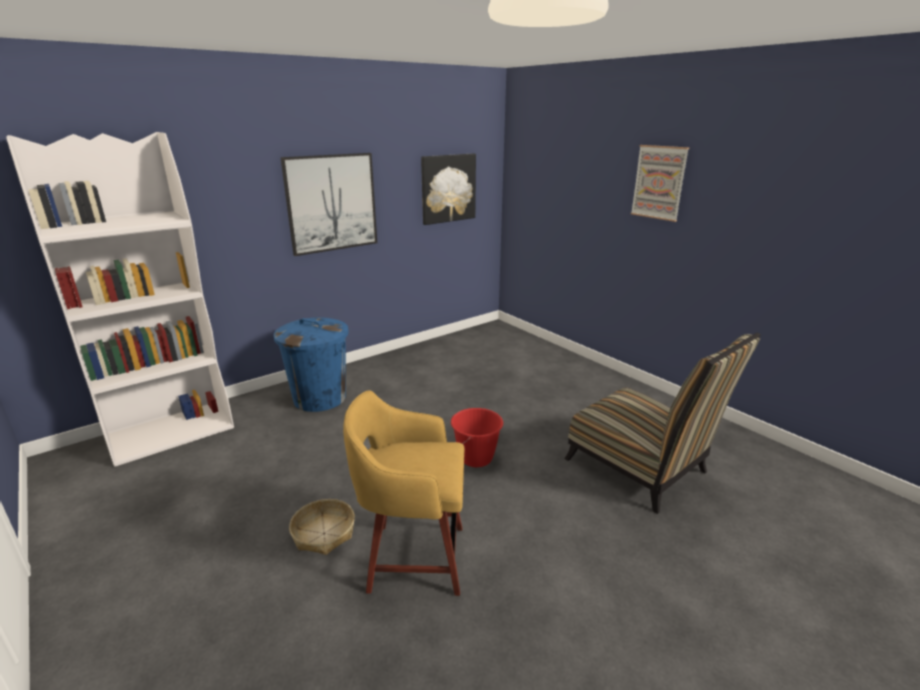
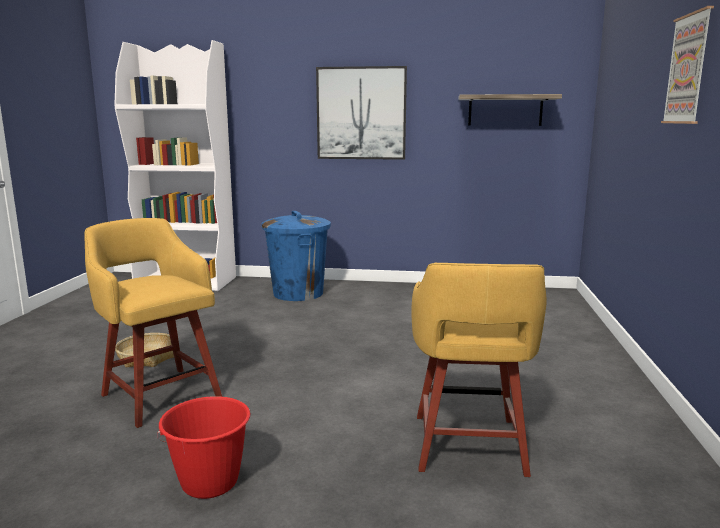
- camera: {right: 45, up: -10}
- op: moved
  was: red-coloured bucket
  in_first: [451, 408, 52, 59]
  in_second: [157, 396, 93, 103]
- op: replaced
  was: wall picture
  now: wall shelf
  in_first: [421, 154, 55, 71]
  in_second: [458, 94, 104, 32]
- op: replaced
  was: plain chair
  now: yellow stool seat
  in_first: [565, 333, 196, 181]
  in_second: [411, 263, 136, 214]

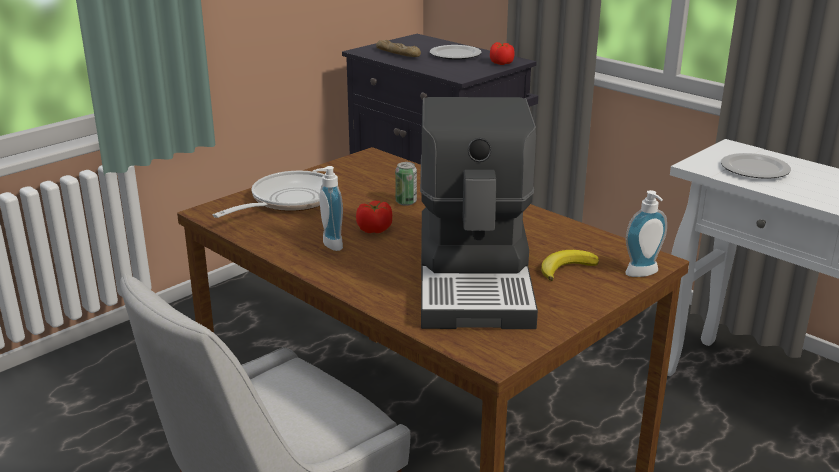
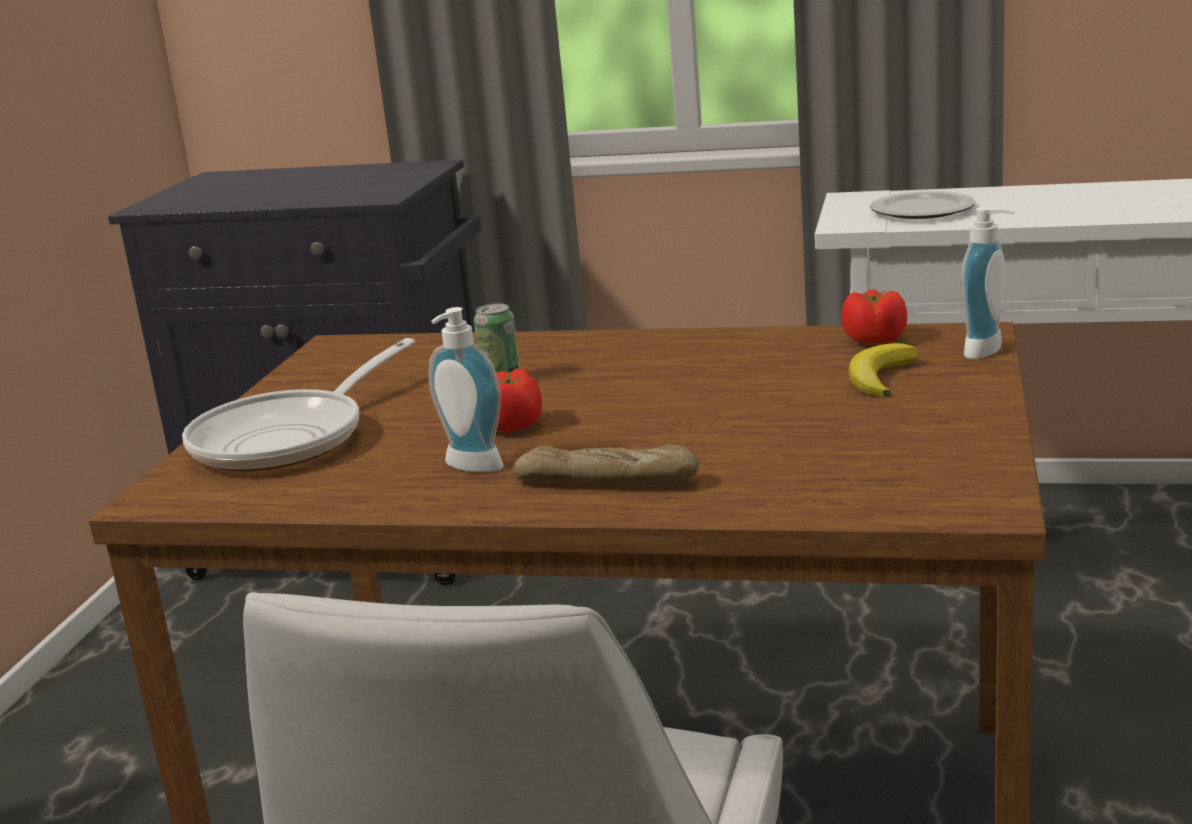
- camera: {right: -30, up: -5}
- op: removed
  was: coffee brewer
  in_first: [420, 97, 118, 232]
- op: removed
  was: plate
  in_first: [430, 45, 52, 15]
- op: moved
  was: baked bread
  in_first: [376, 40, 45, 17]
  in_second: [513, 444, 186, 39]
- op: moved
  was: fresh tomato
  in_first: [490, 42, 25, 23]
  in_second: [842, 289, 65, 55]
- op: turned
  was: pan
  in_first: [213, 171, 111, 47]
  in_second: [182, 338, 233, 133]
  clockwise: -150

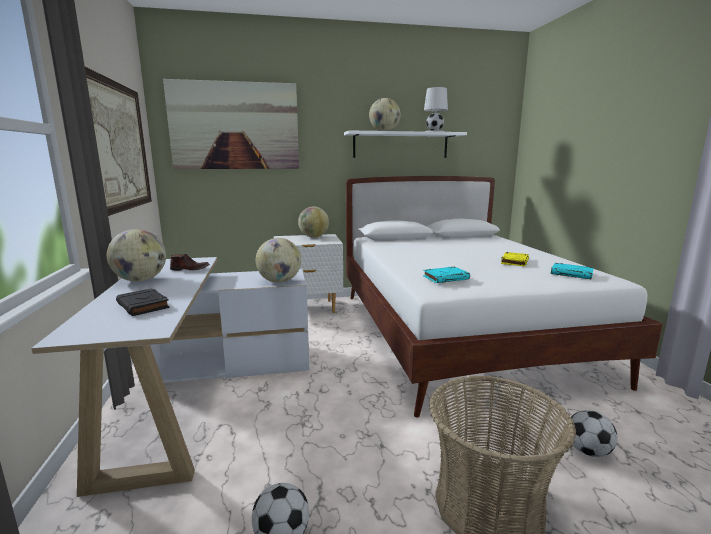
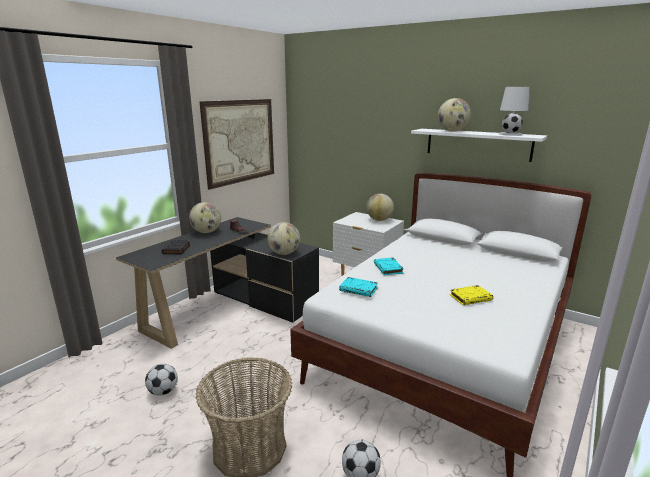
- camera: {right: 45, up: 5}
- op: removed
  was: wall picture
  in_first: [163, 79, 136, 90]
- op: moved
  was: turquoise-coloured volume
  in_first: [551, 263, 43, 16]
  in_second: [374, 258, 30, 17]
- op: recoloured
  was: whitish desk unit
  now: black desk unit
  in_first: [31, 257, 278, 240]
  in_second: [116, 217, 203, 132]

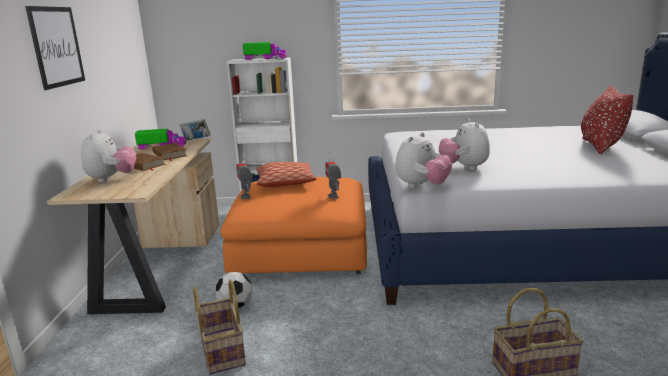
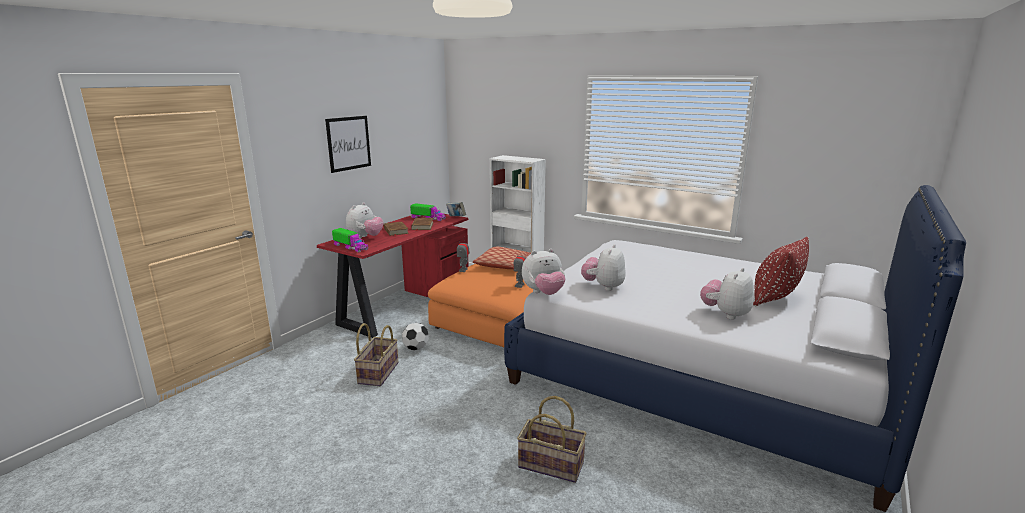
- camera: {right: 30, up: 0}
- op: added
  now: soft toy
  in_second: [700, 268, 54, 52]
- op: moved
  was: toy truck
  in_first: [243, 42, 45, 18]
  in_second: [332, 228, 36, 24]
- op: recoloured
  was: beige desk unit
  now: red-coloured desk unit
  in_first: [47, 138, 173, 176]
  in_second: [317, 214, 152, 124]

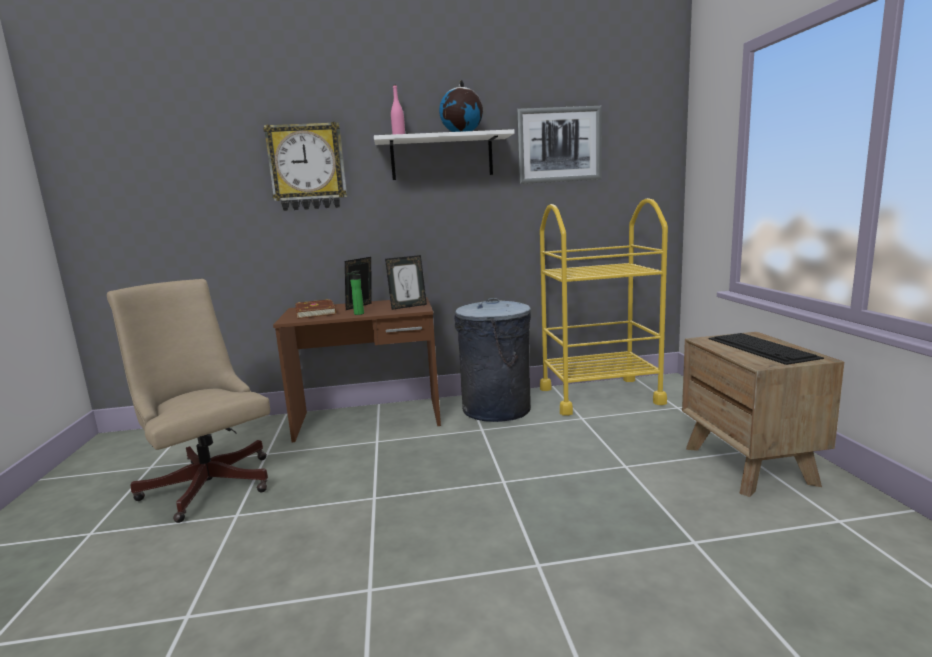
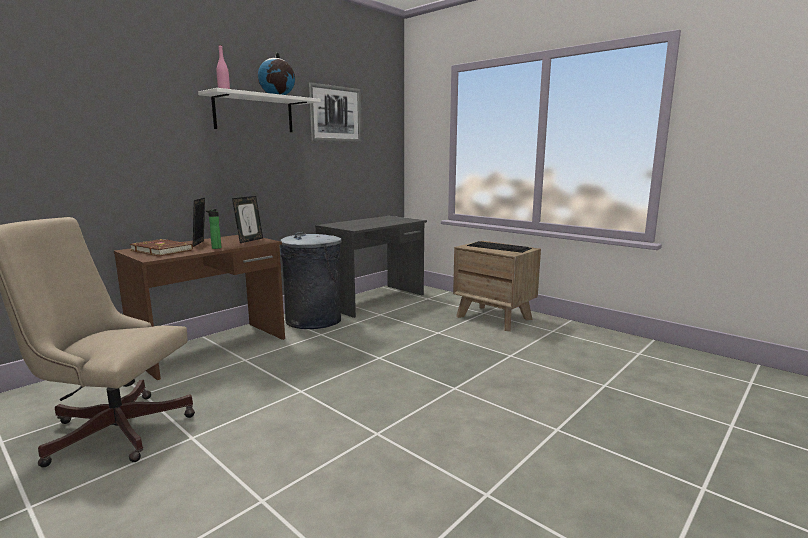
- camera: {right: -40, up: 0}
- op: removed
  was: hanging clock
  in_first: [263, 122, 84, 89]
- op: replaced
  was: yellow trolley
  now: gray desk unit
  in_first: [540, 198, 128, 218]
  in_second: [315, 216, 112, 102]

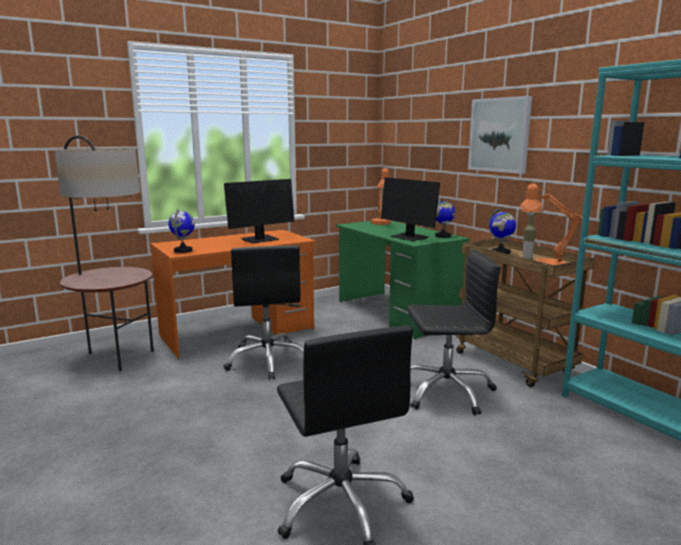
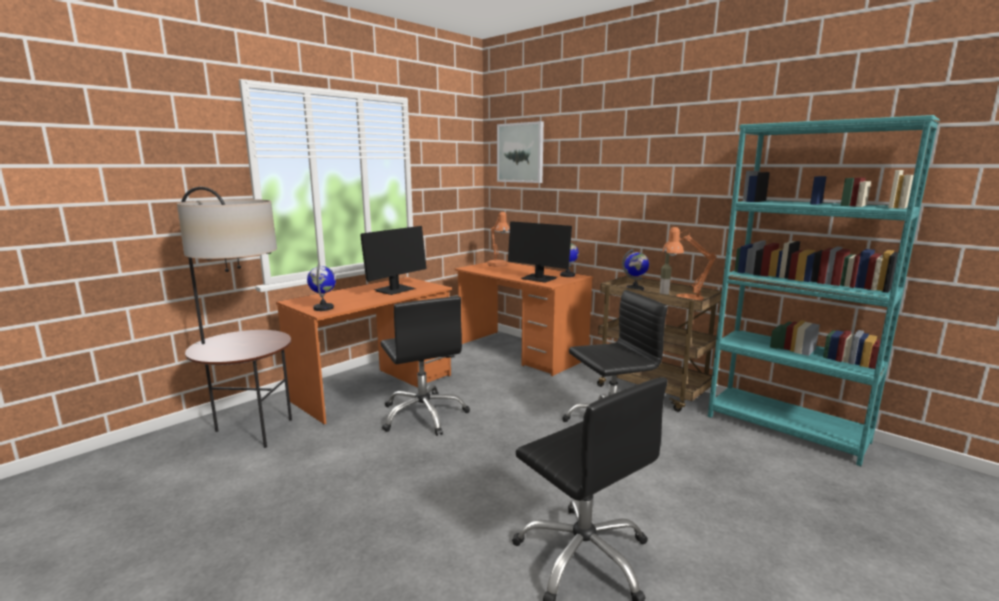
- camera: {right: -15, up: 0}
- op: moved
  was: wall picture
  in_first: [468, 96, 64, 78]
  in_second: [497, 121, 47, 62]
- op: recoloured
  was: greenish desk unit
  now: orange-coloured desk unit
  in_first: [336, 221, 134, 118]
  in_second: [455, 262, 138, 114]

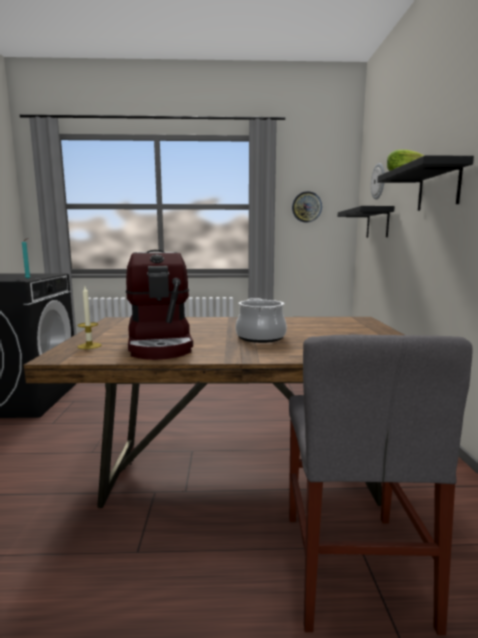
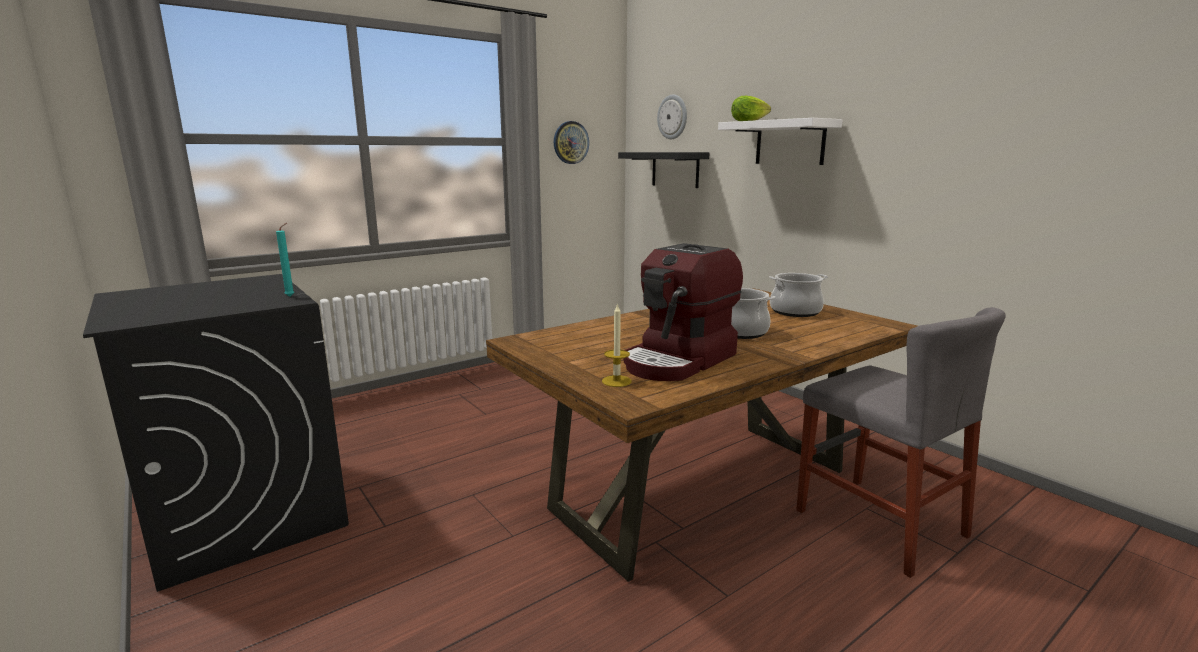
- camera: {right: -35, up: 5}
- op: added
  now: cooking pot
  in_second: [769, 273, 59, 44]
- op: recoloured
  was: black wall shelf
  now: whitish wall shelf
  in_first: [377, 155, 97, 56]
  in_second: [718, 118, 125, 47]
- op: turned
  was: coffee brewer
  in_first: [126, 250, 67, 110]
  in_second: [623, 243, 120, 138]
  clockwise: 90

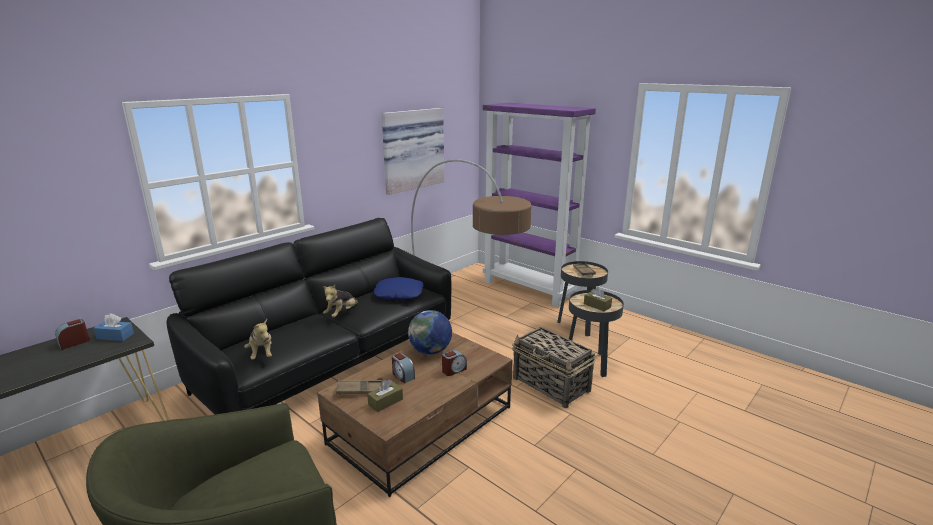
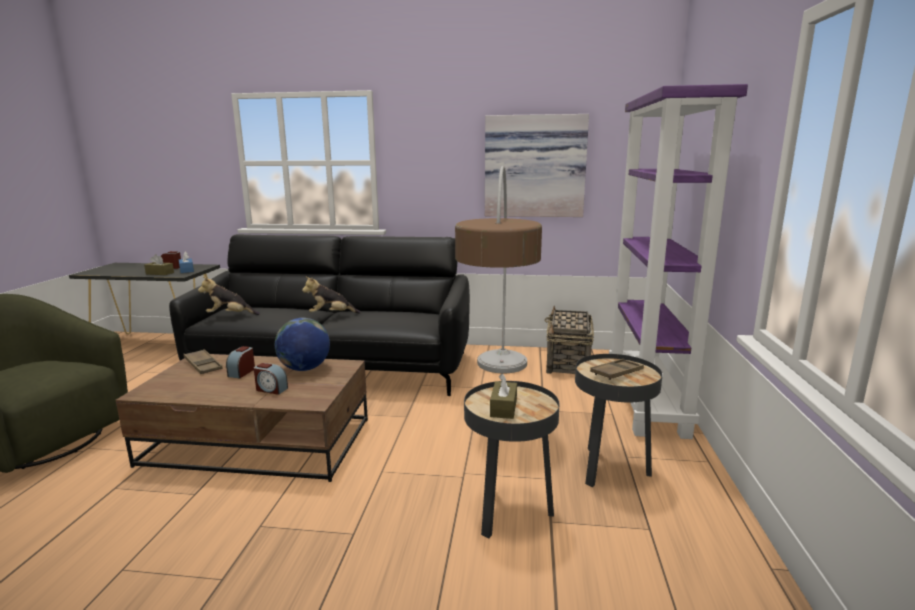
- camera: {right: 55, up: -5}
- op: removed
  was: bluish cushion
  in_first: [373, 277, 51, 23]
- op: moved
  was: brown box of tissues
  in_first: [367, 379, 36, 33]
  in_second: [144, 254, 30, 21]
- op: moved
  was: household basket
  in_first: [512, 327, 84, 81]
  in_second: [544, 306, 50, 68]
- op: turned
  was: soft toy
  in_first: [244, 319, 28, 40]
  in_second: [198, 276, 62, 39]
  clockwise: 60

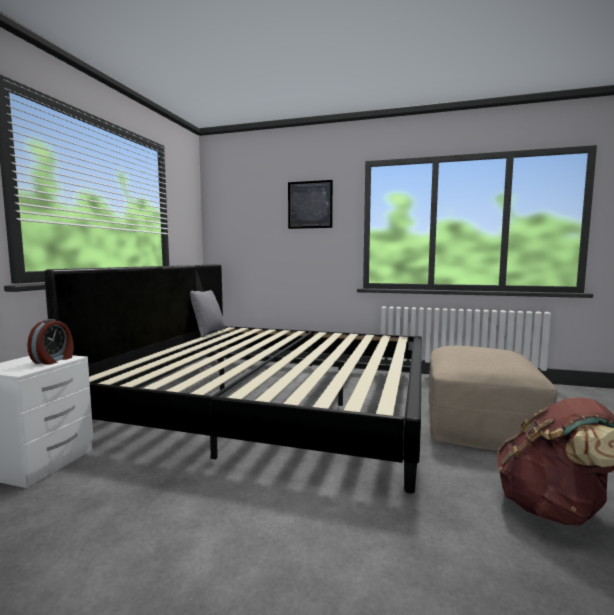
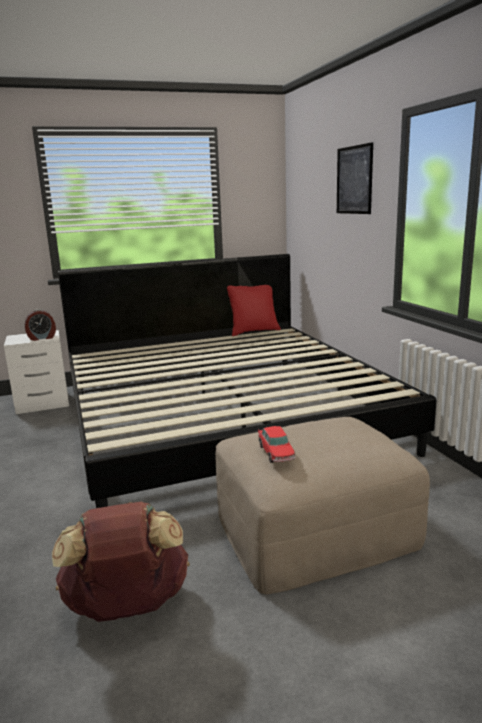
- camera: {right: 55, up: 10}
- op: added
  now: miniature car
  in_second: [258, 426, 37, 37]
- op: recoloured
  was: gray cushion
  now: red-coloured cushion
  in_first: [190, 290, 36, 48]
  in_second: [227, 285, 54, 51]

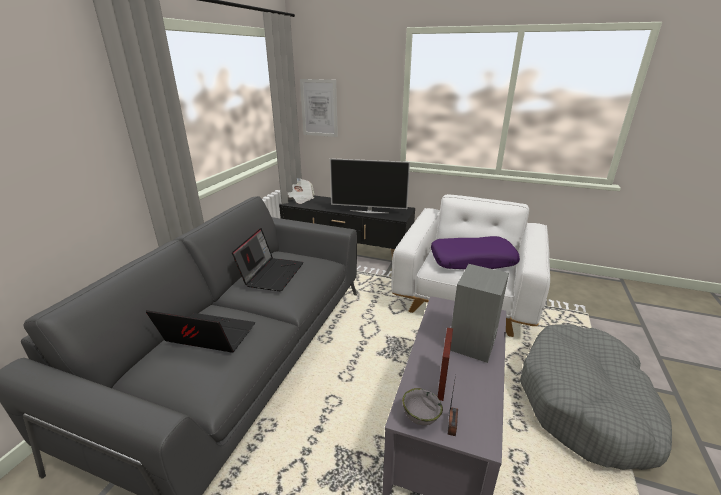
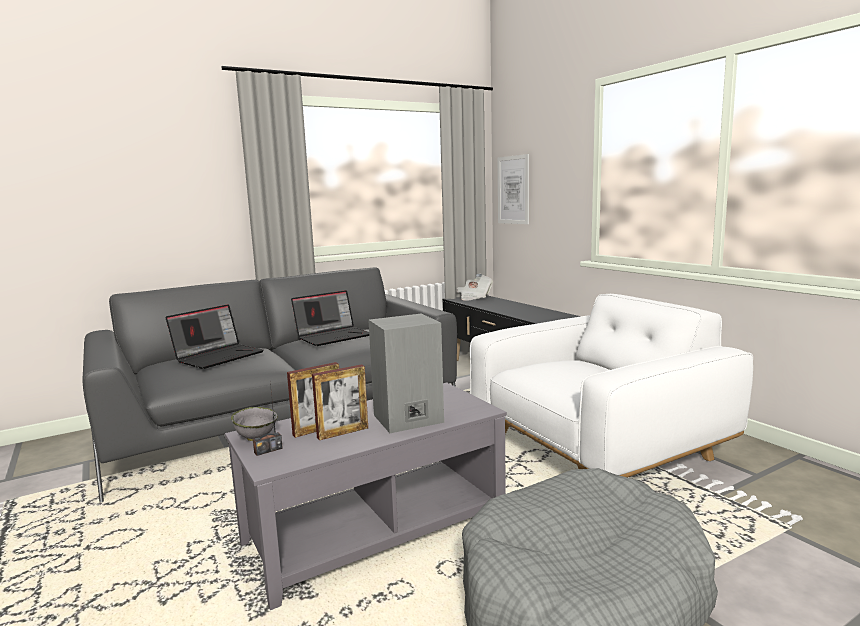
- camera: {right: 40, up: -15}
- op: removed
  was: TV set
  in_first: [330, 158, 80, 55]
- op: removed
  was: purple cushion
  in_first: [431, 236, 89, 33]
- op: added
  now: standing frame
  in_second: [312, 364, 56, 76]
- op: turned
  was: laptop
  in_first: [146, 310, 109, 43]
  in_second: [165, 304, 99, 65]
  clockwise: 75

